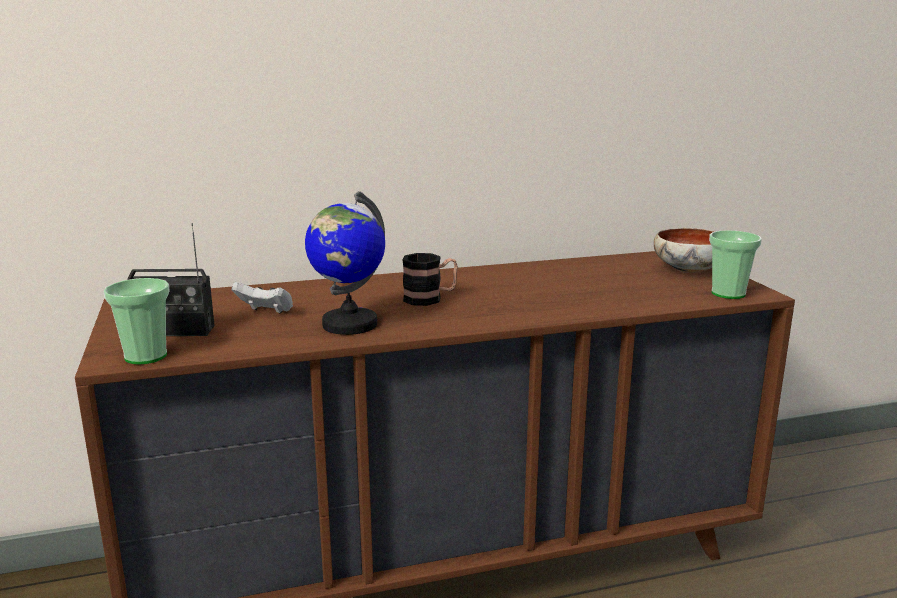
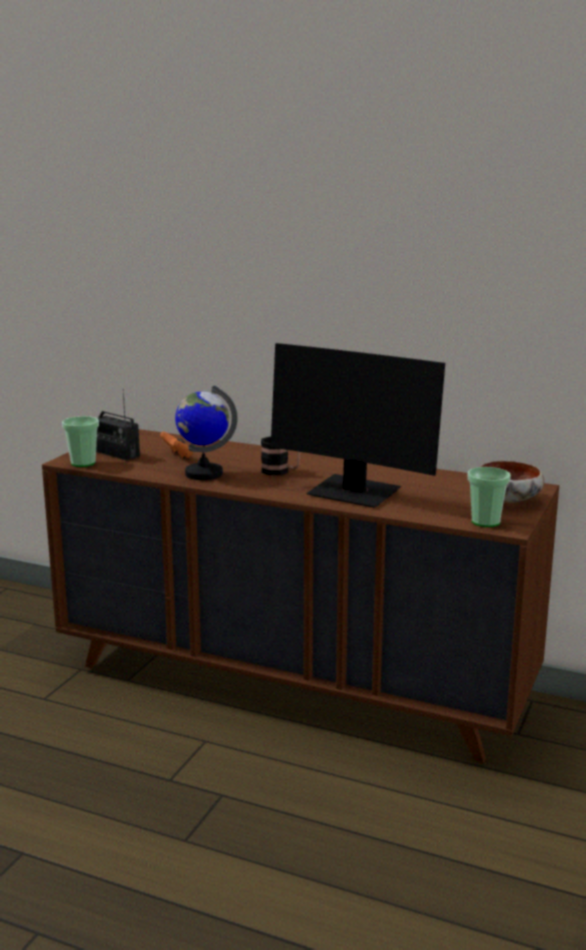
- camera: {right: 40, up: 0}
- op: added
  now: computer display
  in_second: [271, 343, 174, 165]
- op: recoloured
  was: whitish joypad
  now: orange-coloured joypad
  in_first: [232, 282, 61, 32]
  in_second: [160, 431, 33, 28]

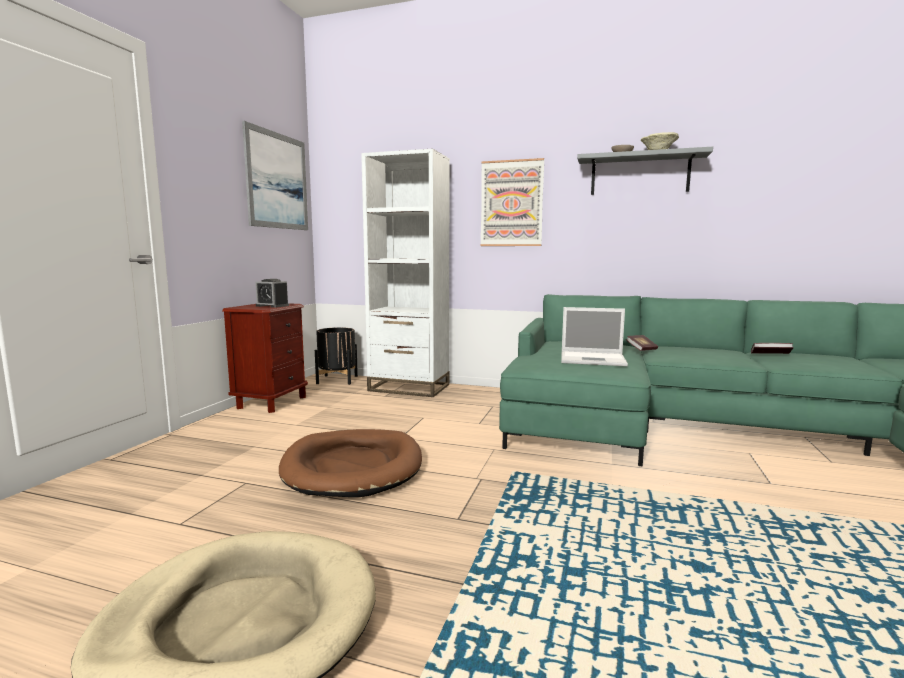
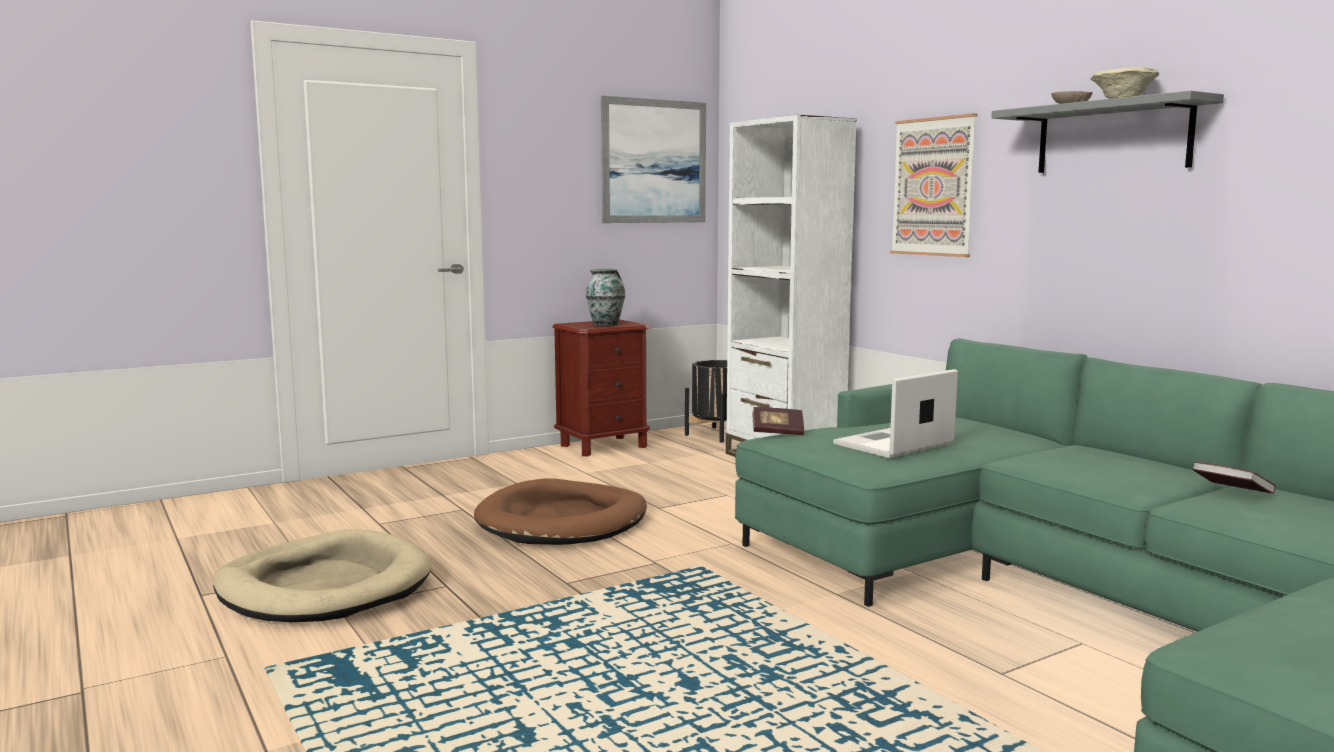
- camera: {right: 40, up: 0}
- op: moved
  was: volume
  in_first: [626, 335, 32, 16]
  in_second: [752, 407, 52, 28]
- op: replaced
  was: alarm clock
  now: flower vase
  in_first: [255, 279, 34, 29]
  in_second: [586, 269, 39, 57]
- op: turned
  was: laptop
  in_first: [561, 307, 67, 59]
  in_second: [833, 369, 125, 89]
  clockwise: 90

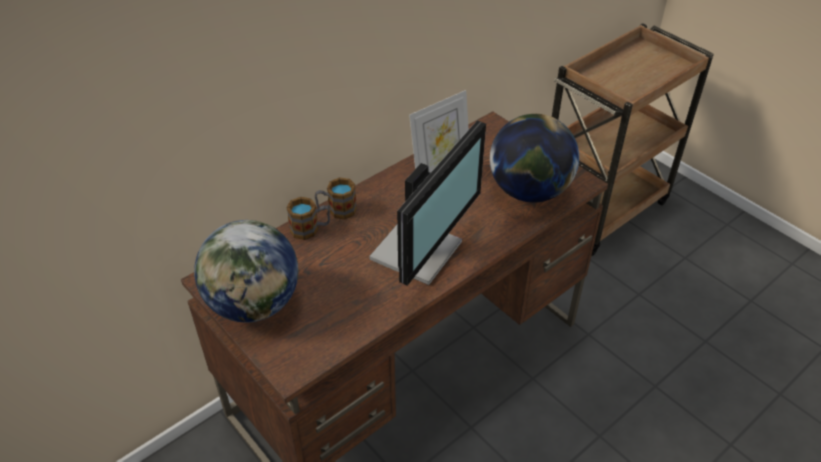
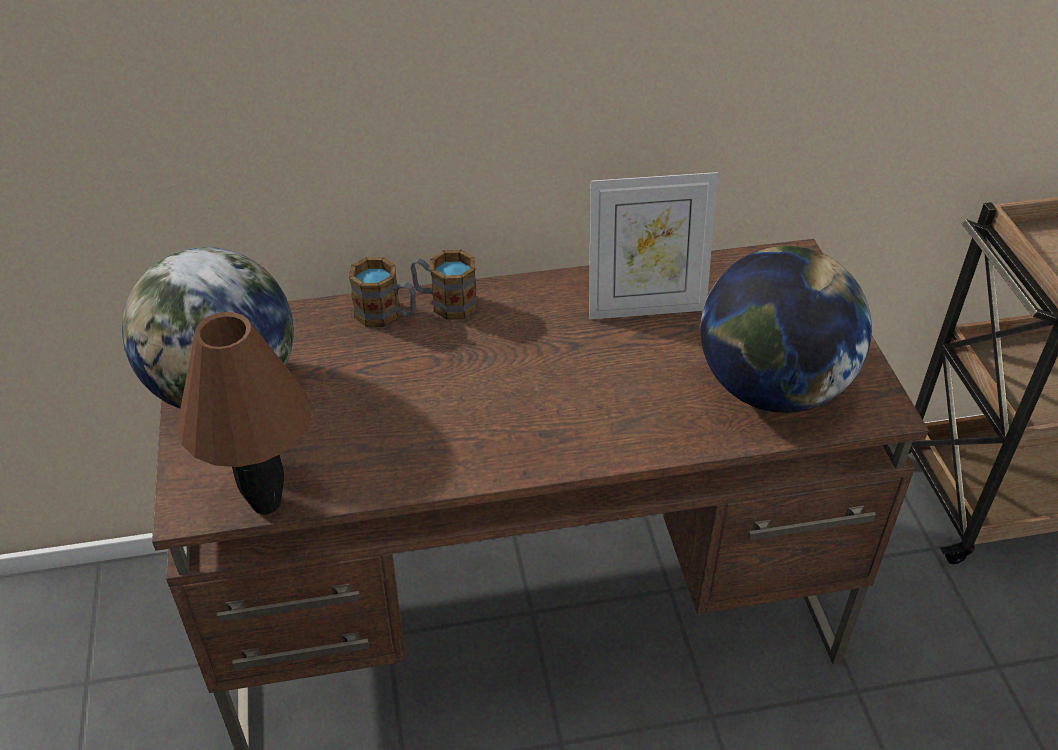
- camera: {right: 30, up: 0}
- op: removed
  was: computer display
  in_first: [369, 121, 117, 165]
- op: added
  now: brown tabletop lamp
  in_second: [177, 312, 134, 203]

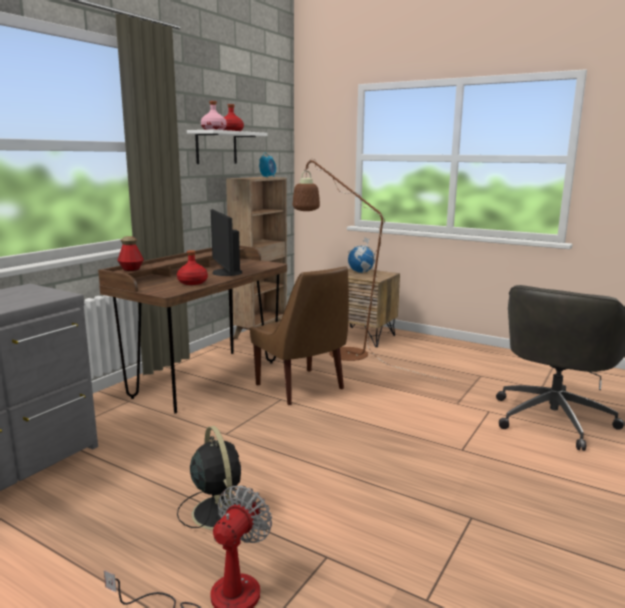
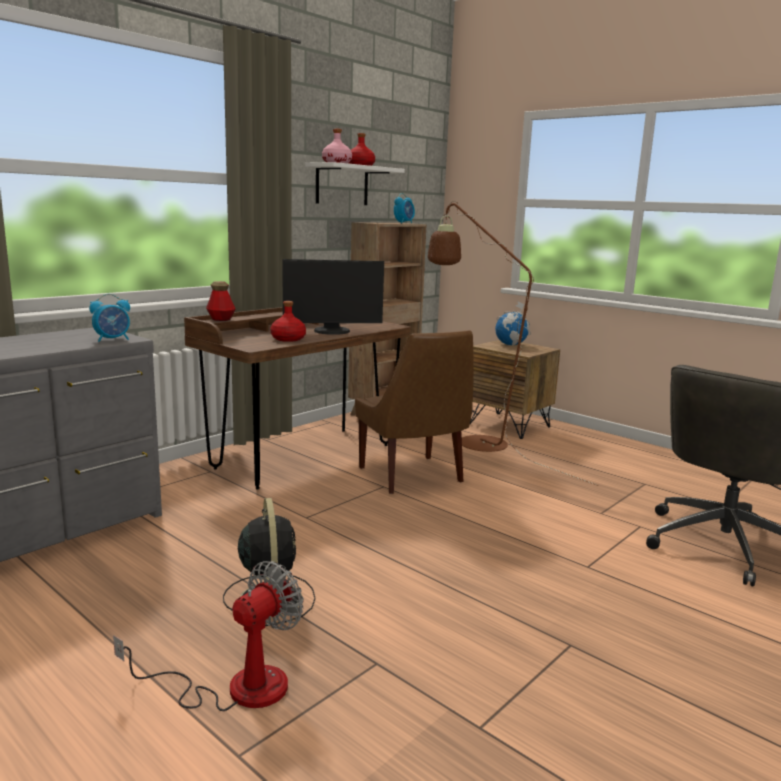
- camera: {right: 10, up: 0}
- op: added
  now: alarm clock
  in_second: [89, 294, 41, 48]
- op: turned
  was: computer display
  in_first: [211, 209, 31, 67]
  in_second: [282, 259, 102, 76]
  clockwise: -90

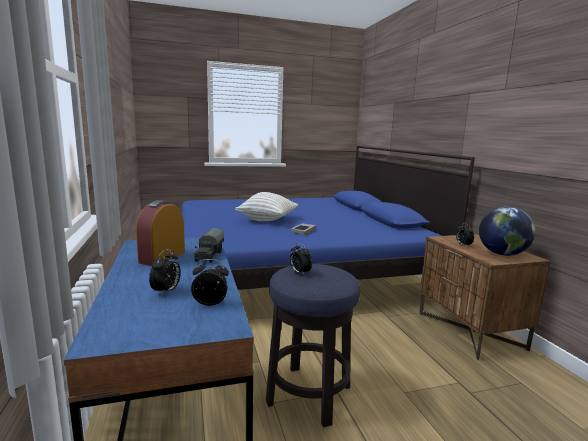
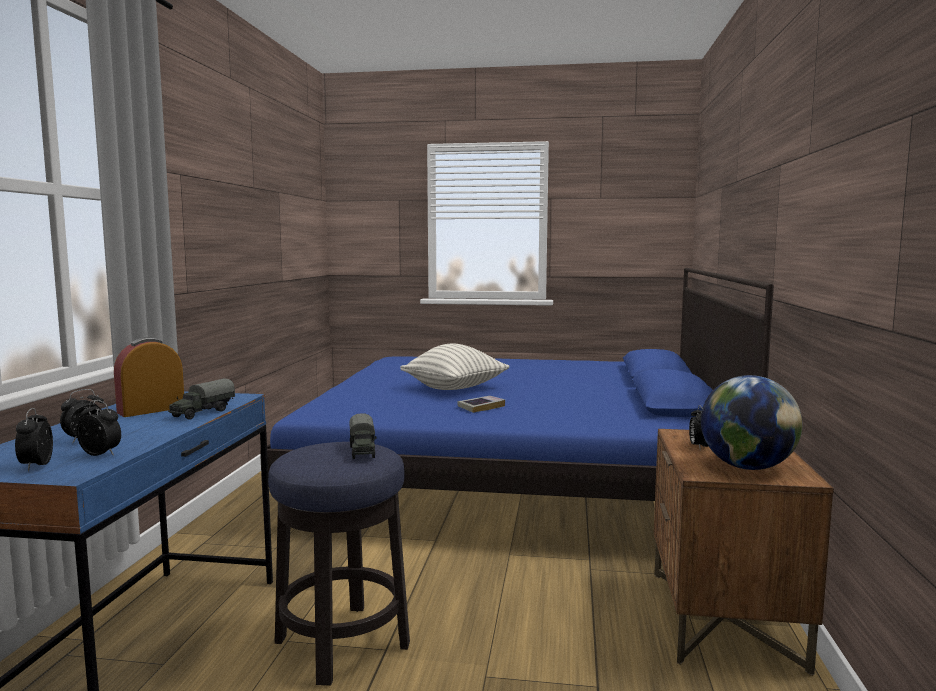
- camera: {right: 25, up: -5}
- op: added
  now: toy truck
  in_second: [350, 413, 26, 46]
- op: moved
  was: alarm clock
  in_first: [290, 243, 22, 31]
  in_second: [15, 408, 38, 63]

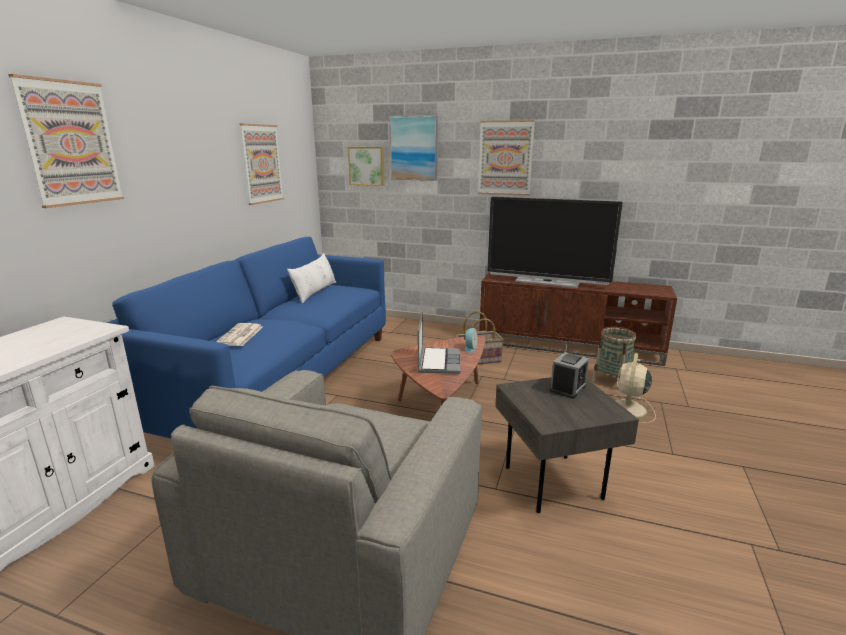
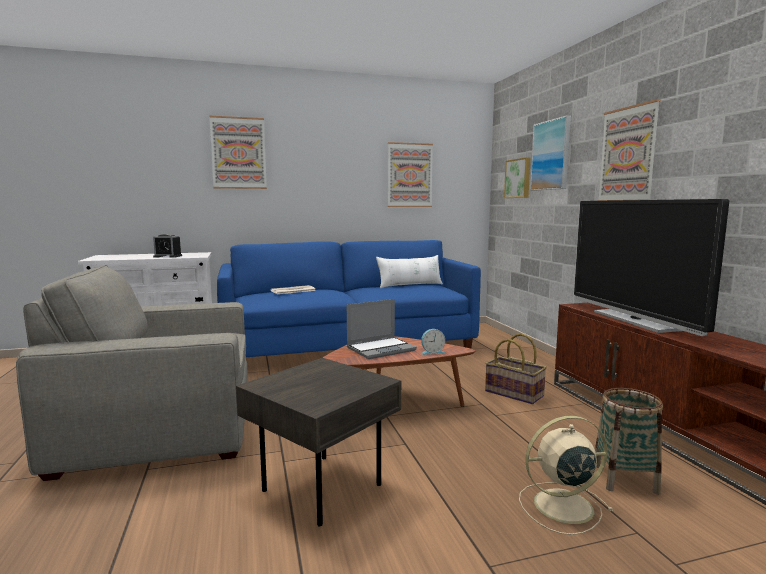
- camera: {right: 55, up: -10}
- op: moved
  was: alarm clock
  in_first: [550, 352, 39, 47]
  in_second: [153, 234, 29, 24]

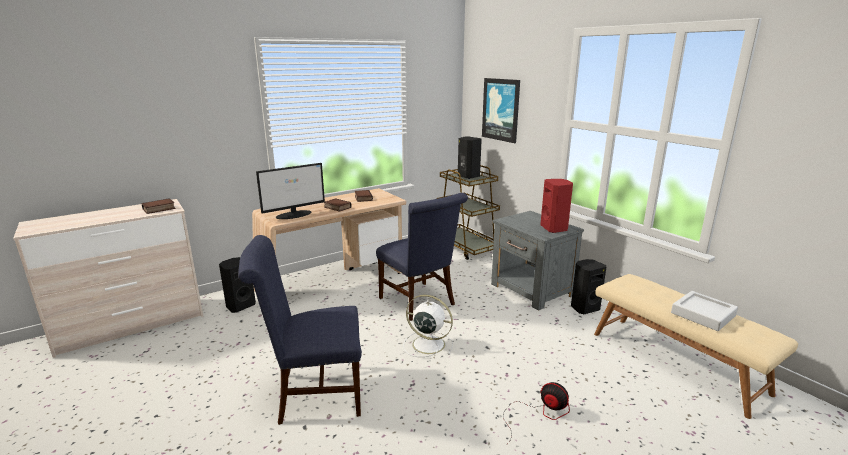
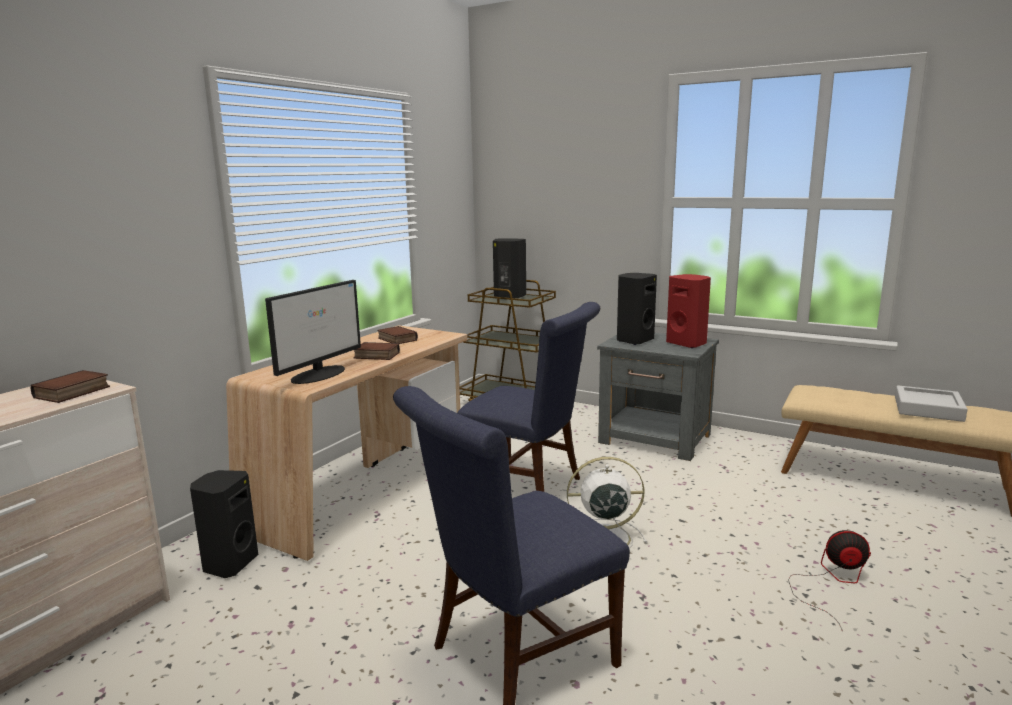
- camera: {right: -25, up: -5}
- op: removed
  was: wall picture
  in_first: [482, 78, 38, 65]
- op: moved
  was: black audio speaker
  in_first: [571, 259, 35, 55]
  in_second: [617, 273, 40, 72]

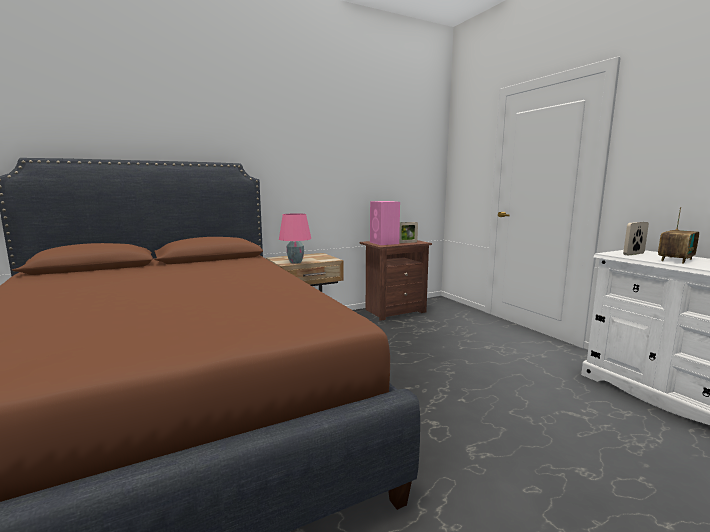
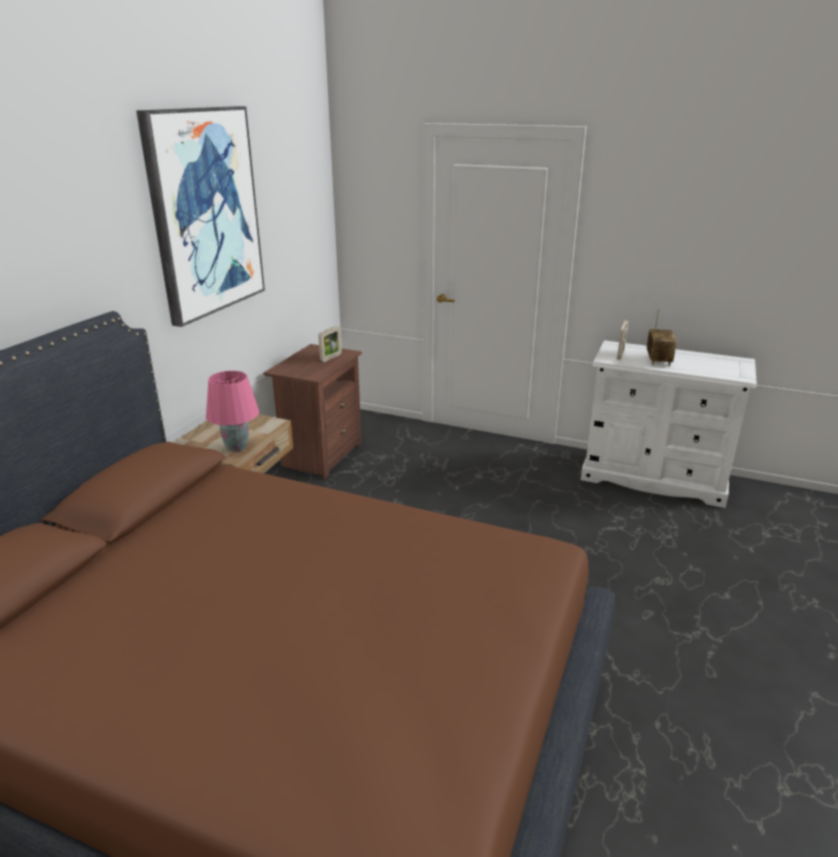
- camera: {right: -40, up: 15}
- op: removed
  was: pink audio speaker
  in_first: [370, 201, 30, 44]
- op: added
  now: wall picture
  in_second: [136, 106, 129, 221]

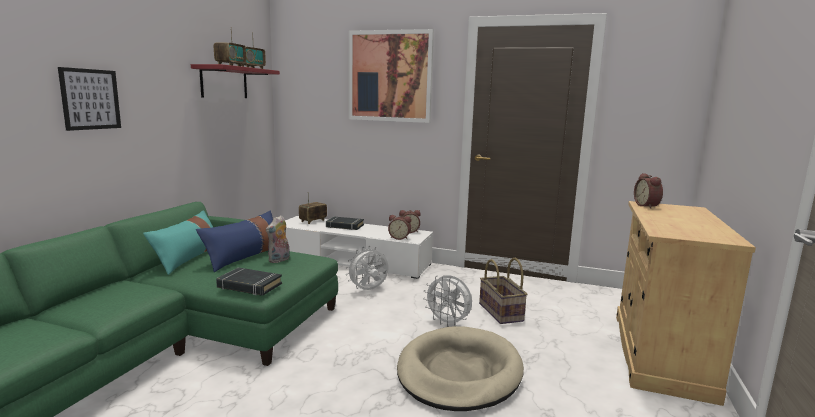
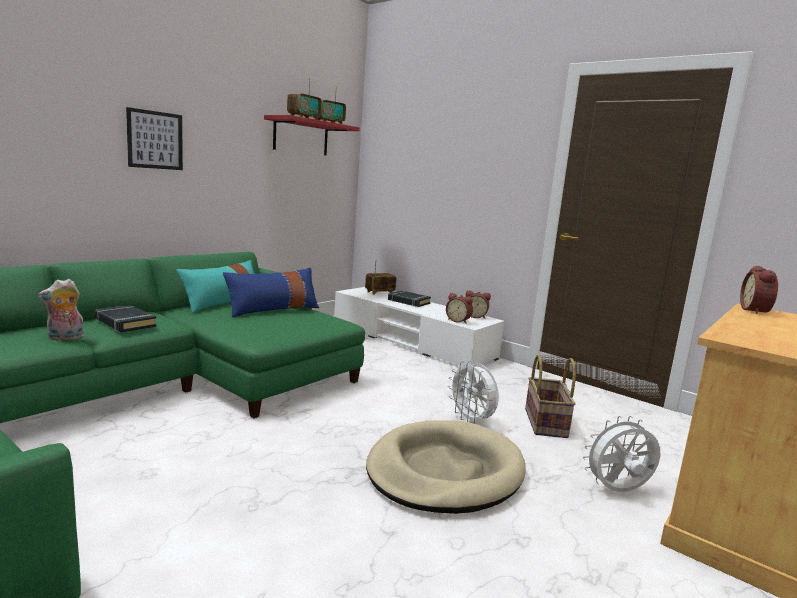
- camera: {right: 20, up: 0}
- op: removed
  was: wall picture
  in_first: [349, 29, 85, 94]
- op: moved
  was: black volume
  in_first: [216, 267, 66, 29]
  in_second: [95, 305, 61, 27]
- op: moved
  was: soft toy
  in_first: [266, 215, 24, 48]
  in_second: [38, 279, 46, 62]
- op: moved
  was: whitish fan
  in_first: [346, 246, 42, 44]
  in_second: [583, 416, 78, 76]

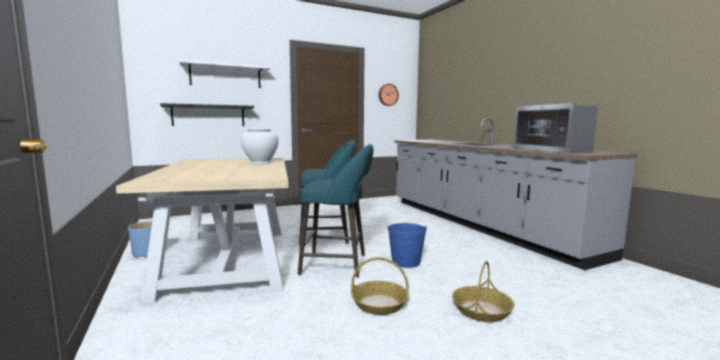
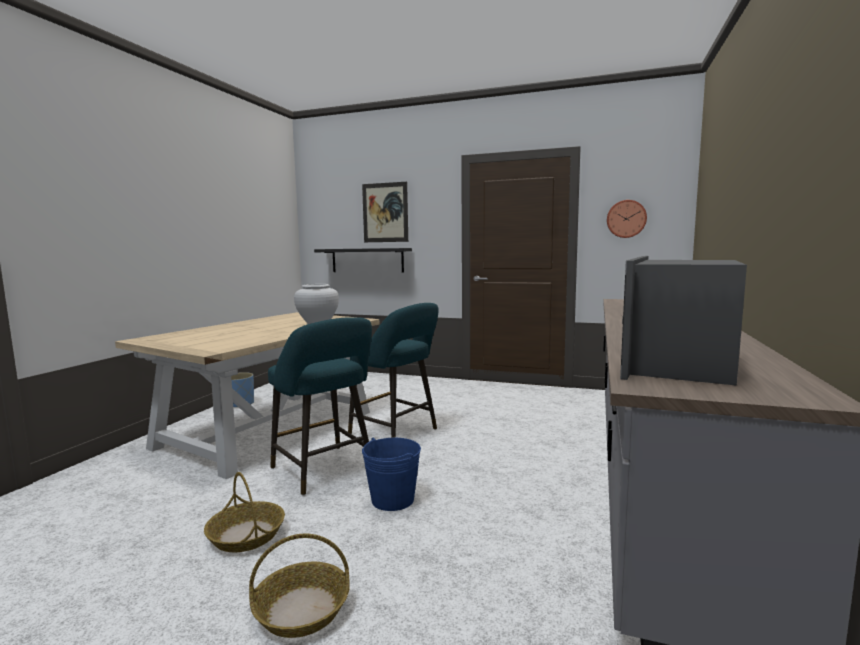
- camera: {right: 45, up: 0}
- op: replaced
  was: whitish wall shelf
  now: wall picture
  in_first: [179, 59, 92, 29]
  in_second: [362, 182, 46, 60]

